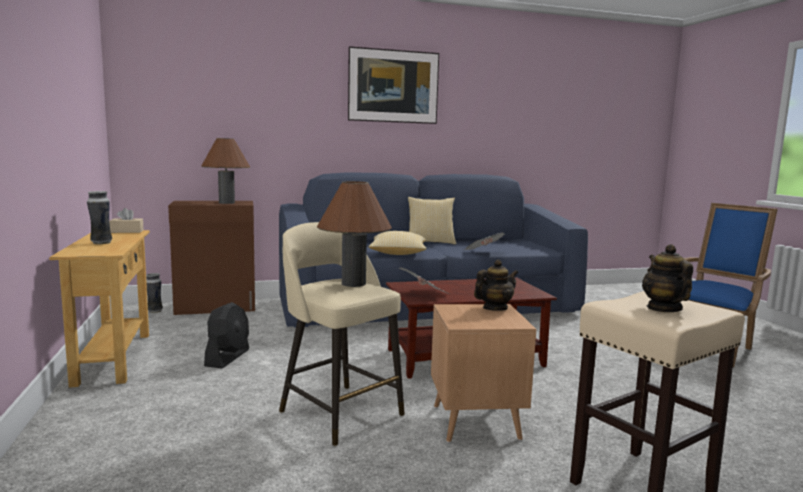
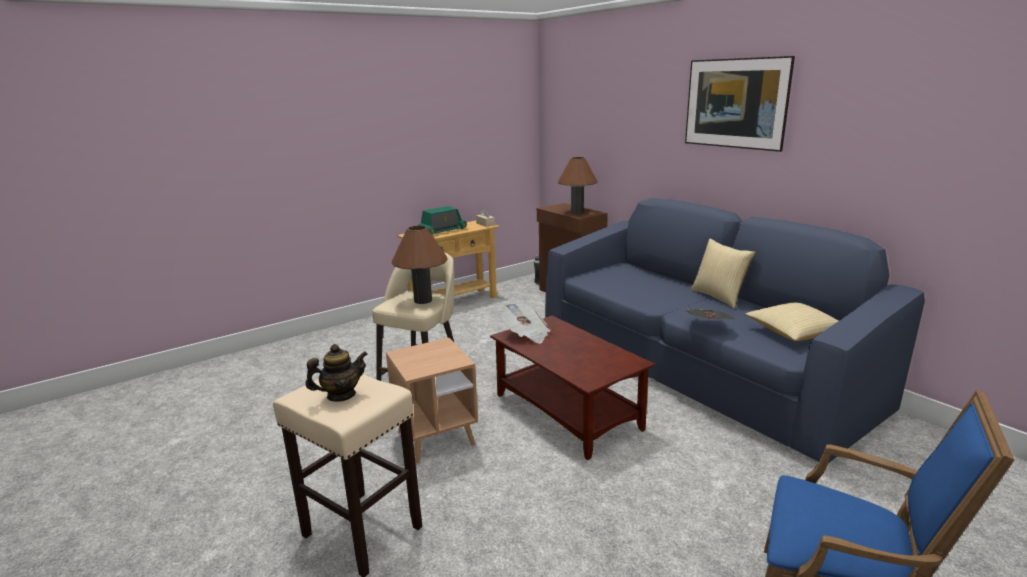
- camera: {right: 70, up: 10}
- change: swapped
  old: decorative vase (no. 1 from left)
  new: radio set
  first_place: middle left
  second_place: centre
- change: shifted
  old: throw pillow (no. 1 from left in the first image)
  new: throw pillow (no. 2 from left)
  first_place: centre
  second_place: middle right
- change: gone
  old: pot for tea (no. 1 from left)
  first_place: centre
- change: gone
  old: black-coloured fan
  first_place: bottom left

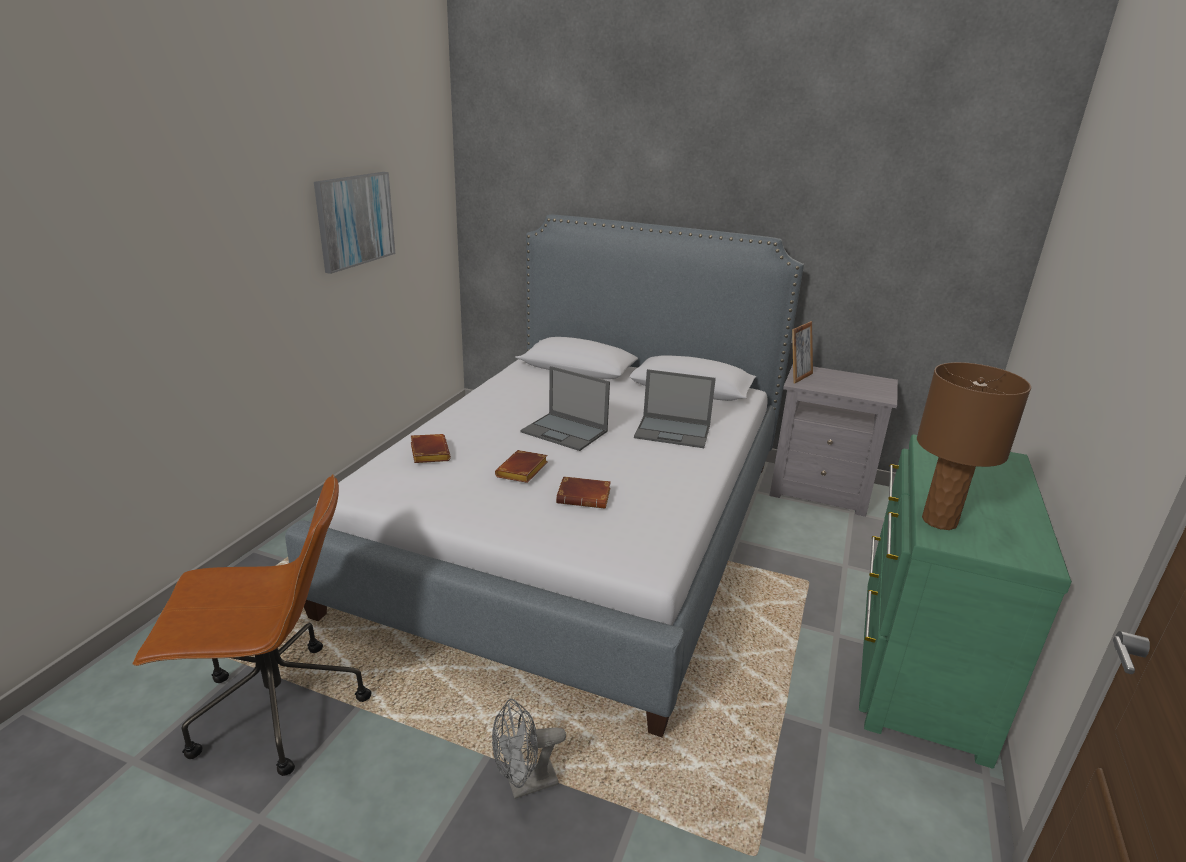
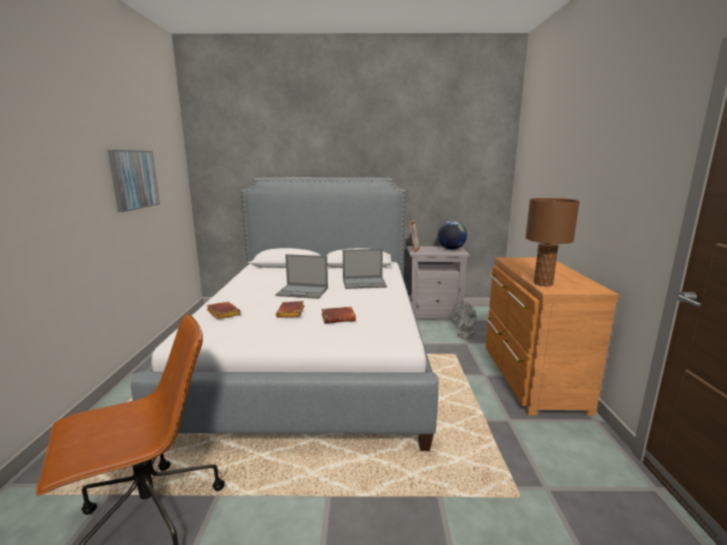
- camera: {right: -20, up: -10}
- change: repainted
  old: greenish drawer chest
  new: brownish drawer chest
  first_place: bottom right
  second_place: middle right
- change: shifted
  old: grey fan
  first_place: bottom centre
  second_place: centre
- change: new
  new: globe
  second_place: centre

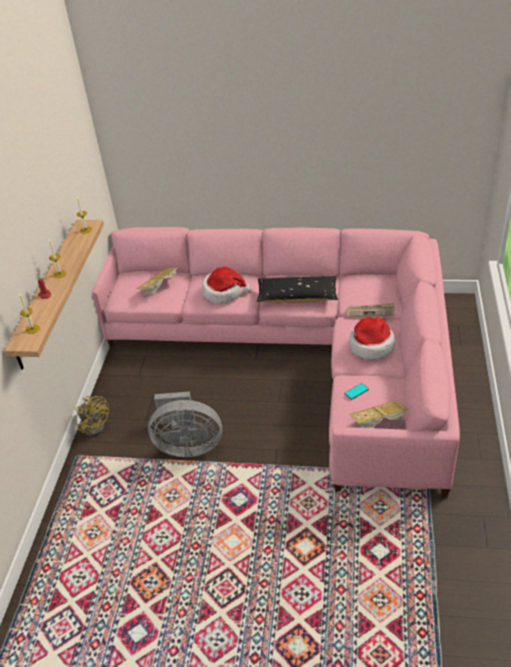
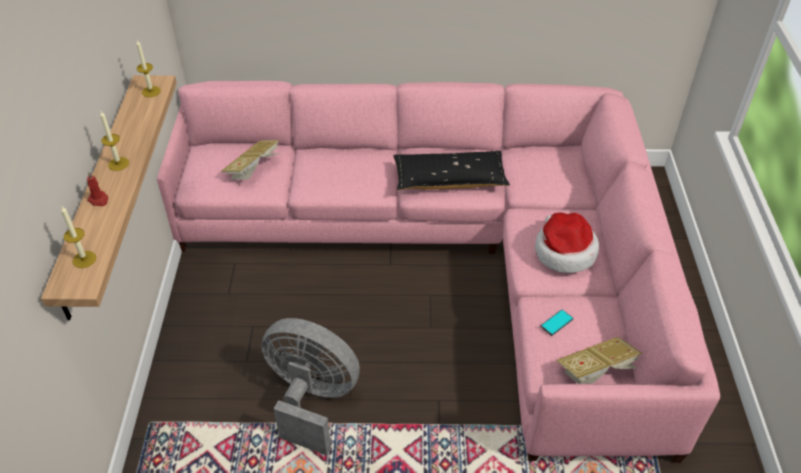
- camera: {right: -10, up: 5}
- change: gone
  old: clothing hat (no. 1 from left)
  first_place: centre
- change: gone
  old: daily paper
  first_place: middle right
- change: rotated
  old: grey fan
  first_place: centre
  second_place: bottom centre
  degrees: -150
- change: gone
  old: yellow fan
  first_place: middle left

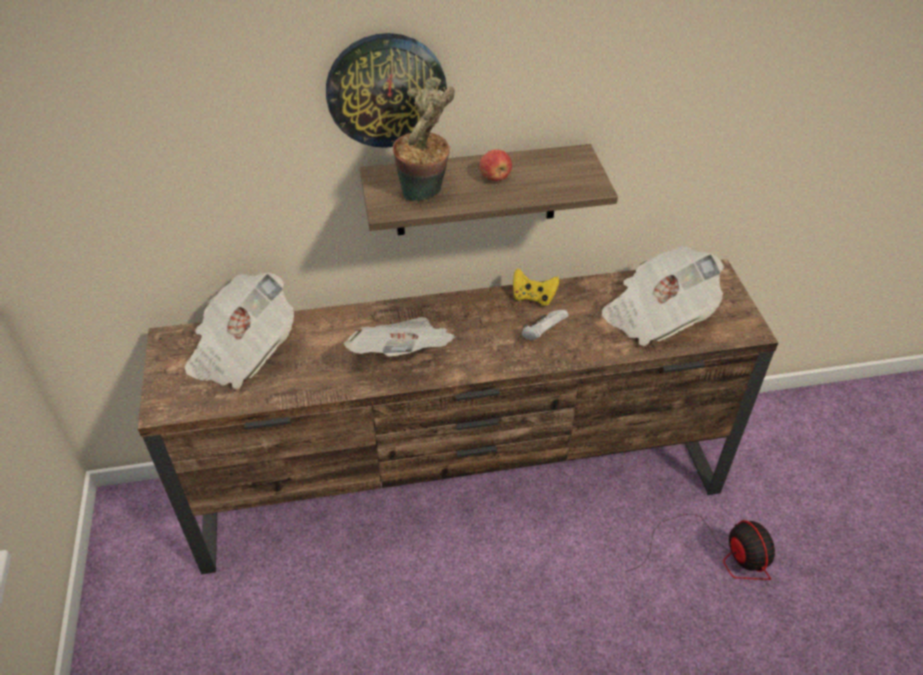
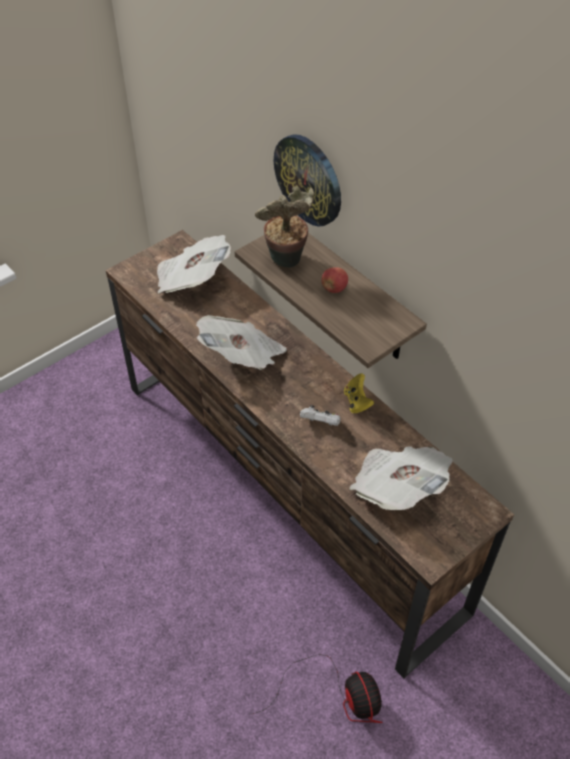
- camera: {right: 60, up: 5}
- change: rotated
  old: fan
  first_place: bottom right
  second_place: bottom centre
  degrees: -60

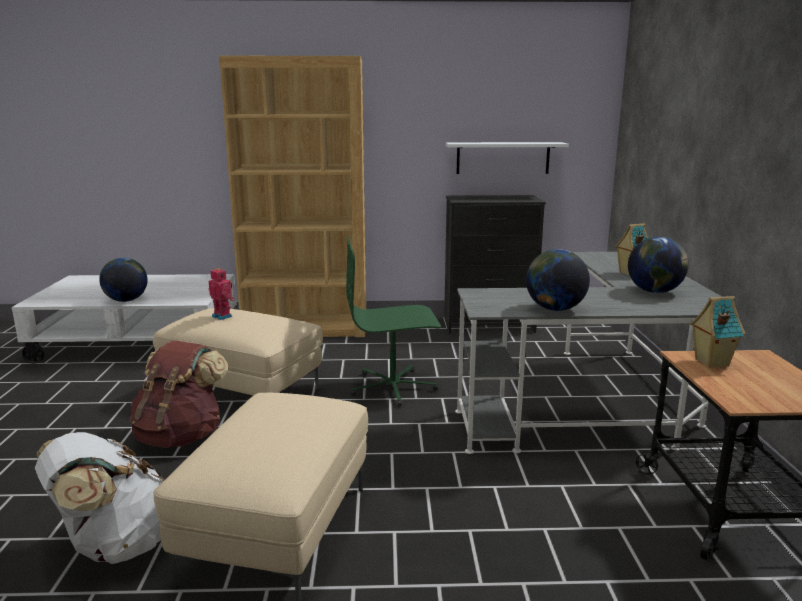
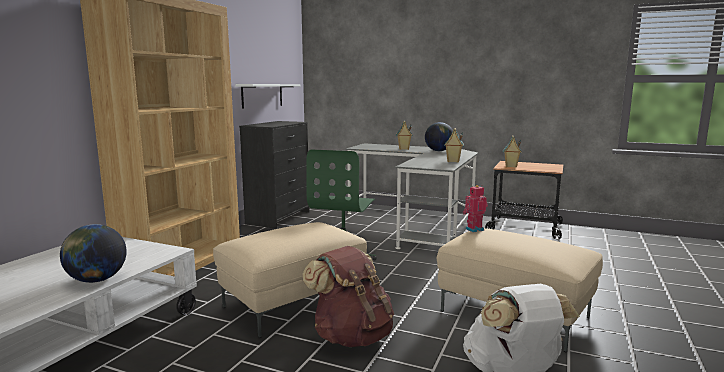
- camera: {right: -65, up: -5}
- change: swapped
  old: globe (no. 2 from left)
  new: miniature house (no. 2 from left)
  first_place: middle right
  second_place: centre
- change: shifted
  old: toy robot
  first_place: middle left
  second_place: centre

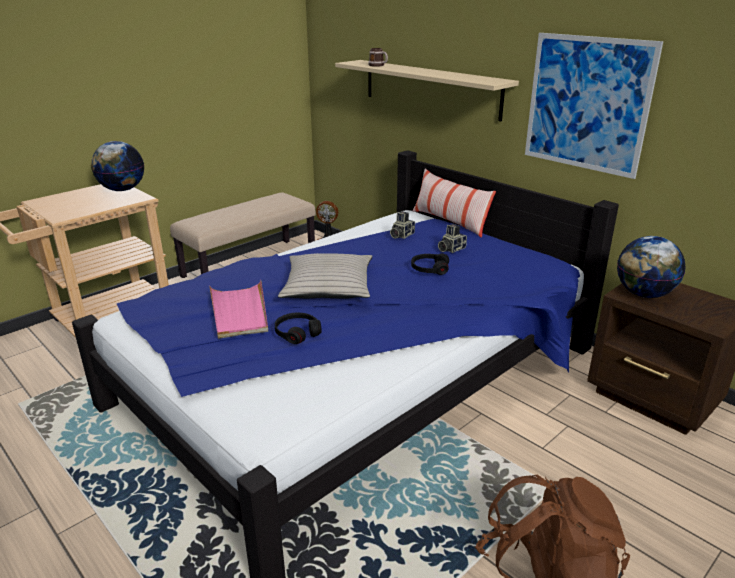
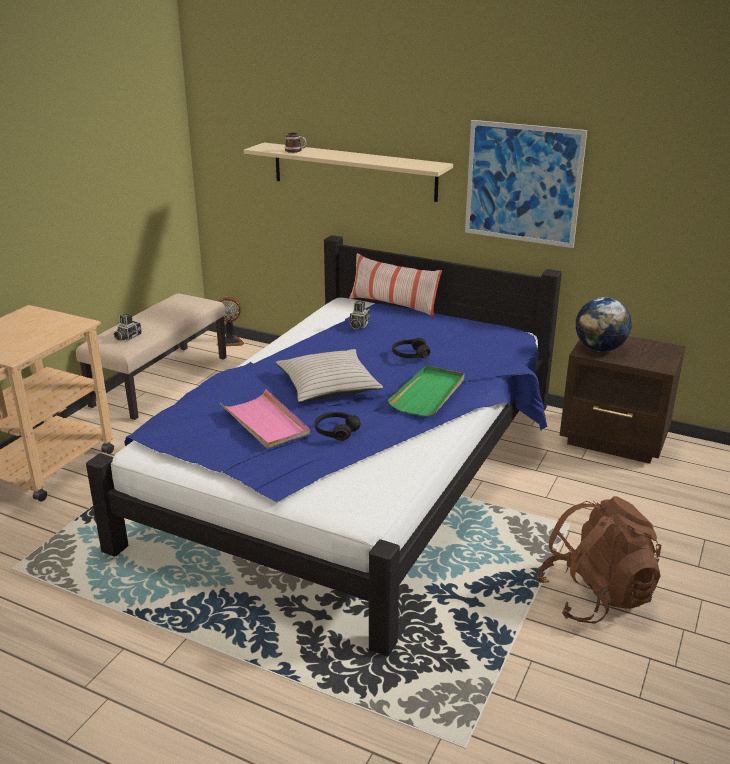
- camera: {right: -20, up: 0}
- change: gone
  old: globe (no. 1 from left)
  first_place: top left
- change: shifted
  old: photo camera (no. 2 from left in the first image)
  new: photo camera (no. 1 from left)
  first_place: centre
  second_place: middle left
- change: new
  new: greenish carrying tray
  second_place: centre

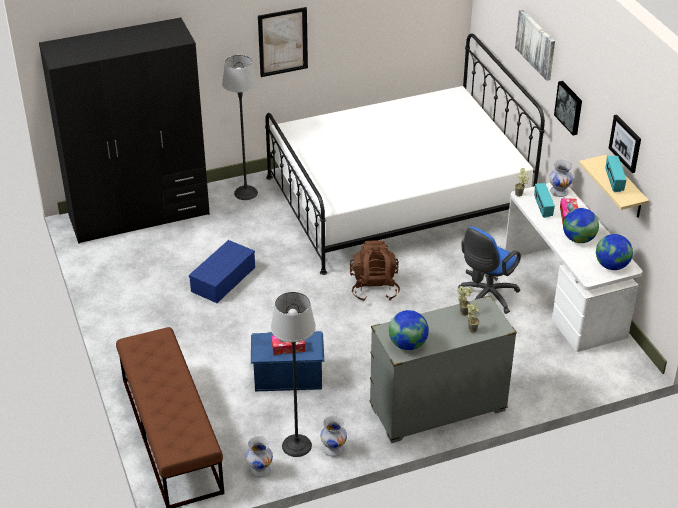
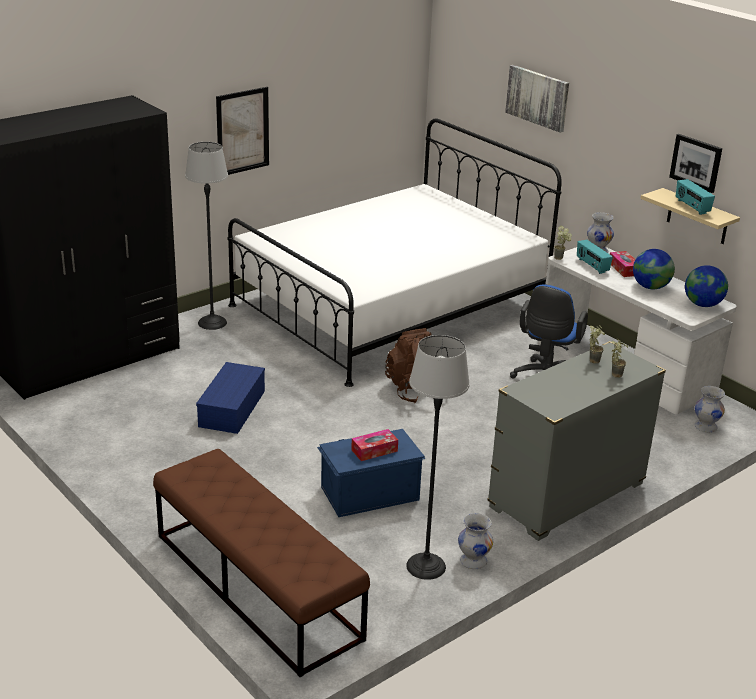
- camera: {right: -20, up: -10}
- change: gone
  old: wall picture (no. 3 from left)
  first_place: top right
- change: gone
  old: globe (no. 1 from left)
  first_place: centre
- change: shifted
  old: white-coloured decorative vase (no. 1 from left in the first image)
  new: white-coloured decorative vase (no. 3 from left)
  first_place: bottom centre
  second_place: middle right

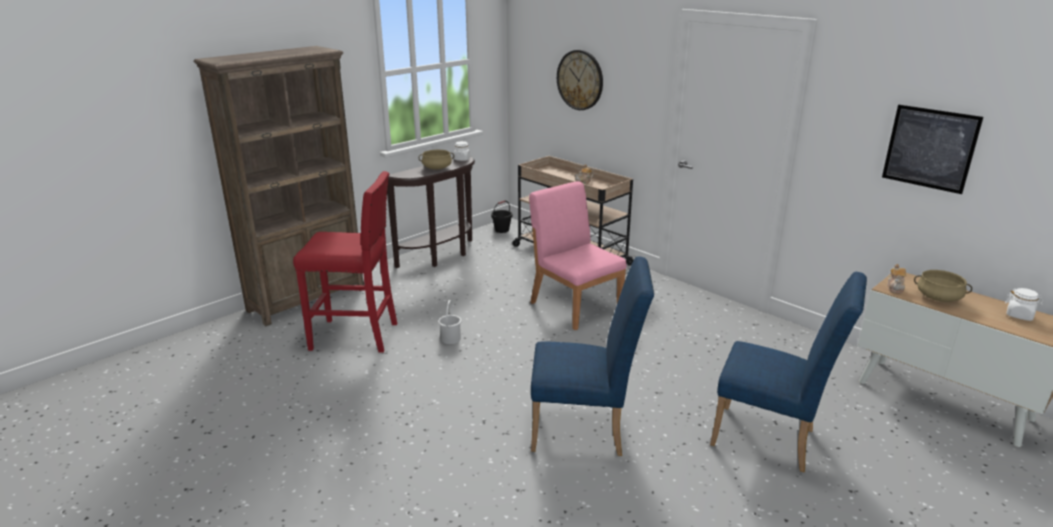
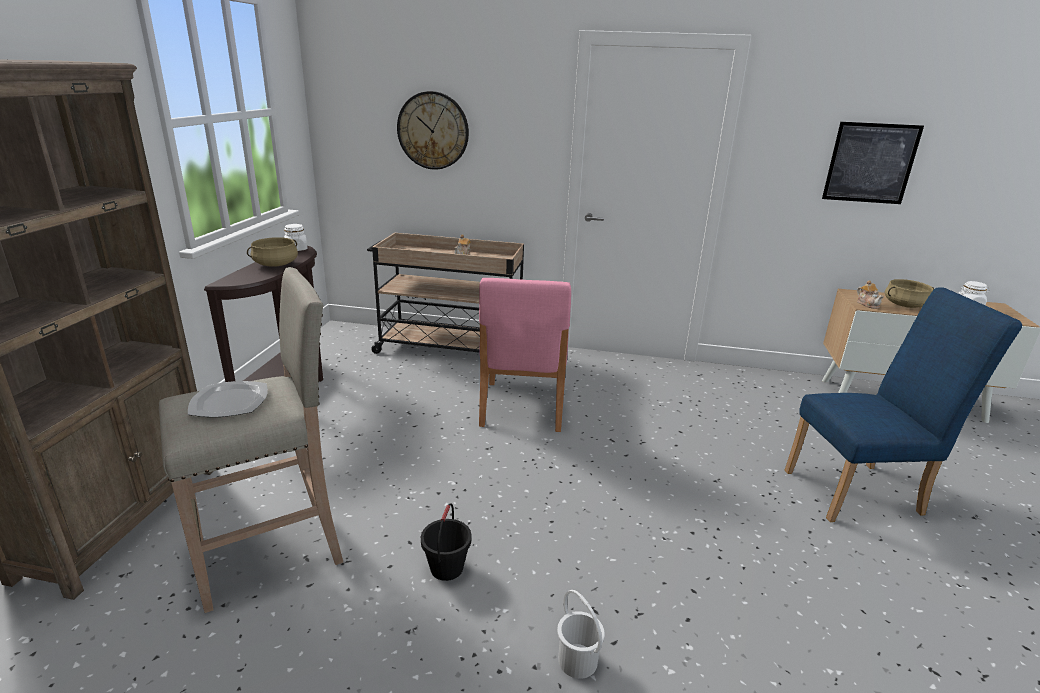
- camera: {right: -35, up: 0}
- change: repainted
  old: red sitting stool
  new: beige-coloured sitting stool
  first_place: middle left
  second_place: middle left
- change: rotated
  old: pink upright chair
  first_place: centre
  second_place: centre
  degrees: -105
- change: shifted
  old: black-coloured bucket
  first_place: centre
  second_place: bottom centre
- change: gone
  old: bluish upright chair (no. 1 from left)
  first_place: bottom centre
- change: shifted
  old: white-coloured bucket
  first_place: centre
  second_place: bottom centre
- change: new
  new: plate
  second_place: middle left

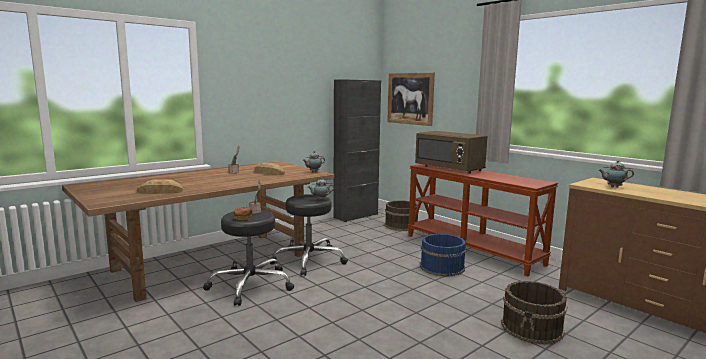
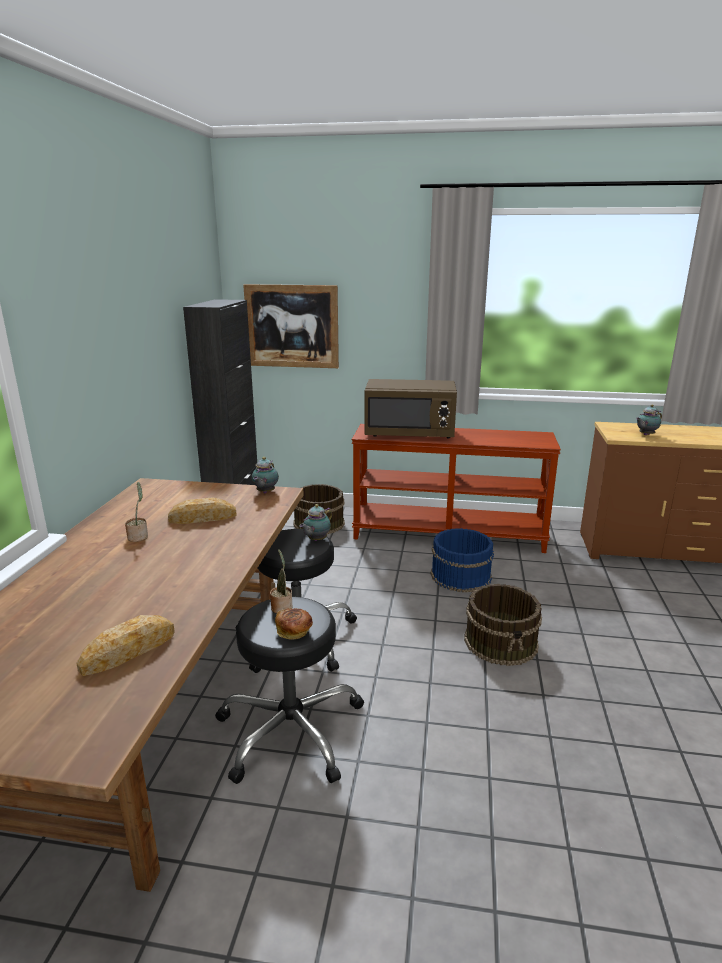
- camera: {right: -40, up: 10}
- change: shifted
  old: brownish bucket (no. 2 from left)
  first_place: bottom right
  second_place: middle right

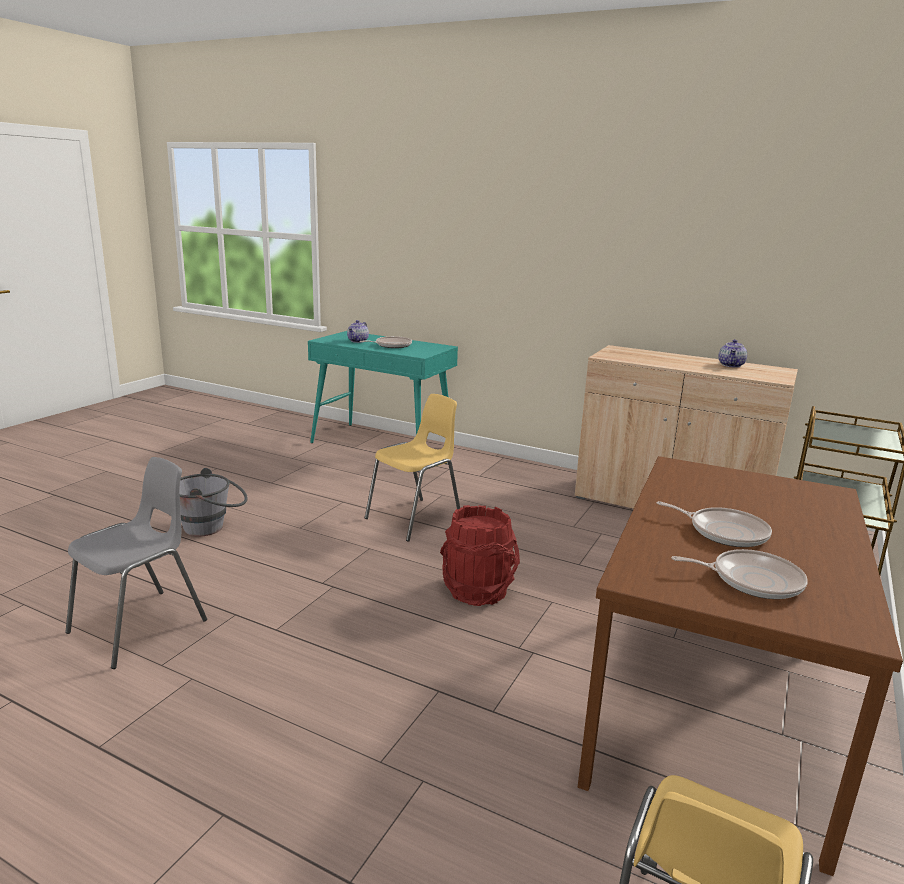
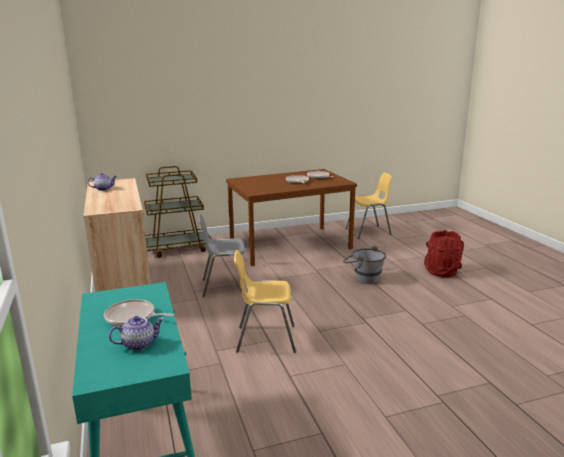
- camera: {right: -135, up: 0}
- change: shifted
  old: grey upright chair
  first_place: middle left
  second_place: centre
- change: shifted
  old: grey bucket
  first_place: middle left
  second_place: centre
- change: shifted
  old: red bucket
  first_place: centre
  second_place: middle right

